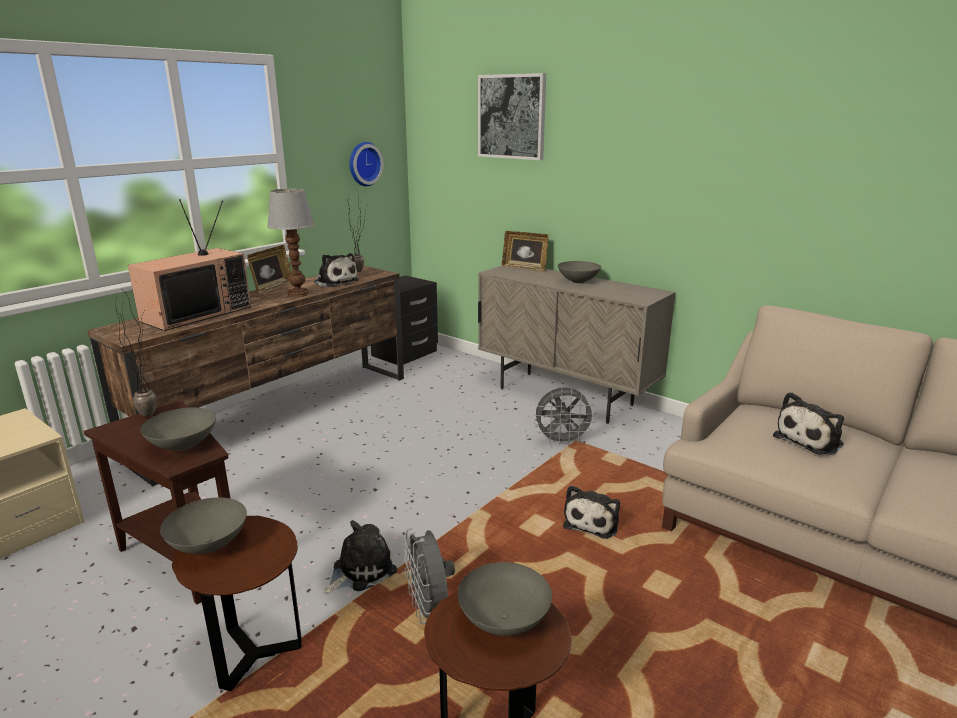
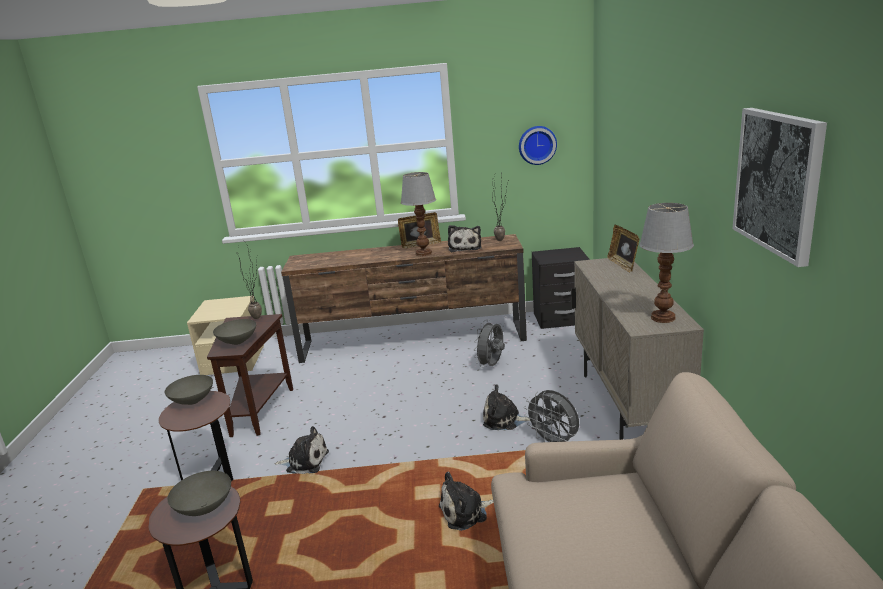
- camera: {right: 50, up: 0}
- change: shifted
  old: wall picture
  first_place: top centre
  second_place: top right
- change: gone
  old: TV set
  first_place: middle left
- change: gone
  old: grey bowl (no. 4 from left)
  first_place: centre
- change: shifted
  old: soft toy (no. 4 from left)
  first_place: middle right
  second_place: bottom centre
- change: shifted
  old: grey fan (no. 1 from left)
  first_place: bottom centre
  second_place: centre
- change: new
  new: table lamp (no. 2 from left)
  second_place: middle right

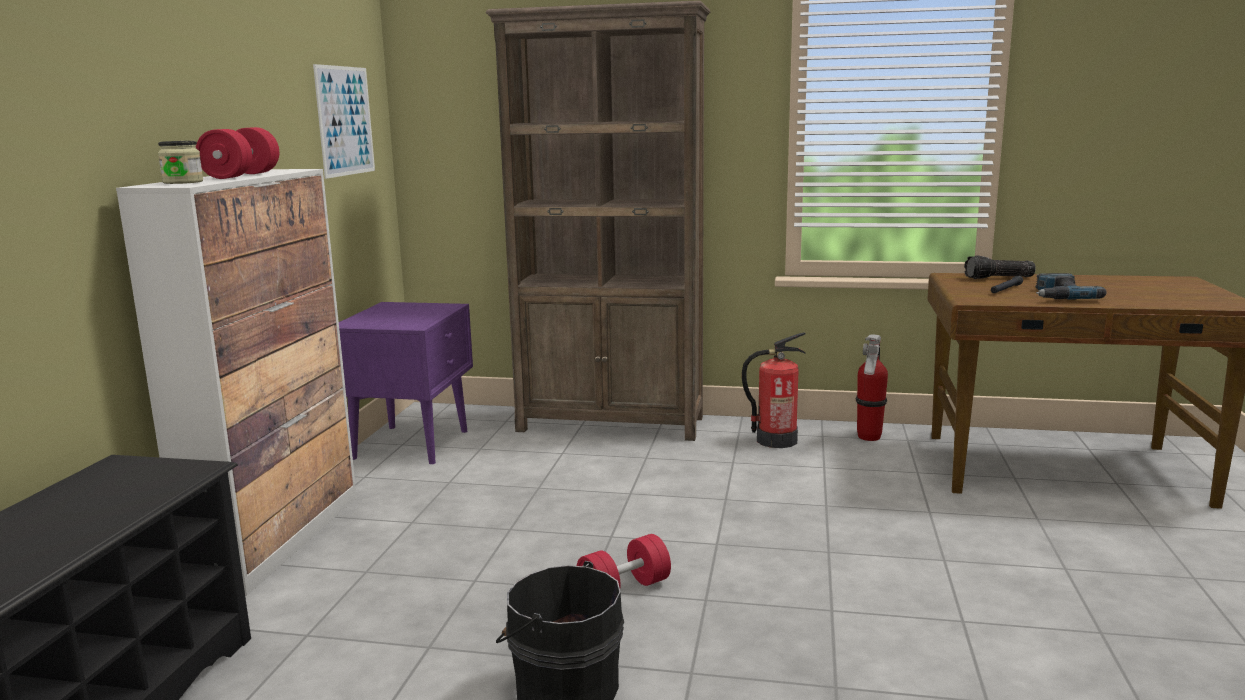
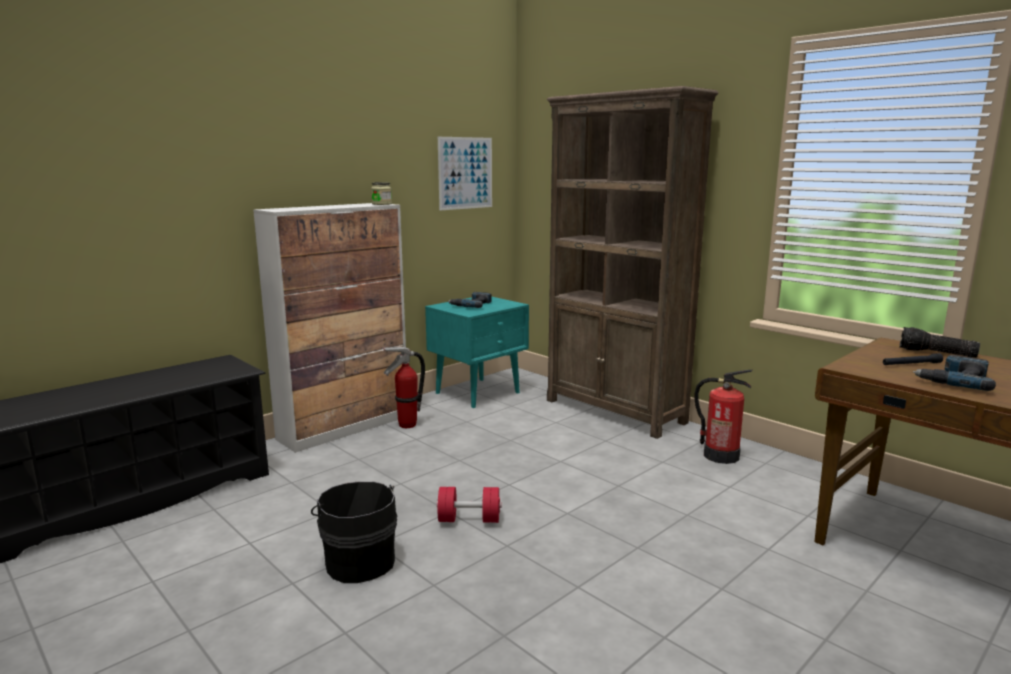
- camera: {right: 35, up: 0}
- change: gone
  old: red dumbbell (no. 1 from left)
  first_place: top left
- change: shifted
  old: storage jar
  first_place: top left
  second_place: top centre
- change: repainted
  old: purple-coloured nightstand
  new: blue-green nightstand
  first_place: middle left
  second_place: centre
- change: shifted
  old: extinguisher (no. 2 from left in the first image)
  new: extinguisher (no. 1 from left)
  first_place: middle right
  second_place: centre
- change: new
  new: electric drill (no. 1 from left)
  second_place: centre

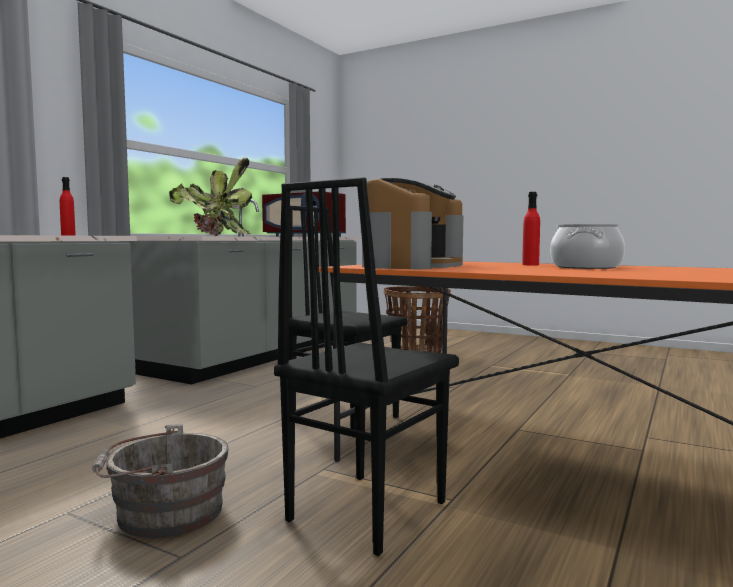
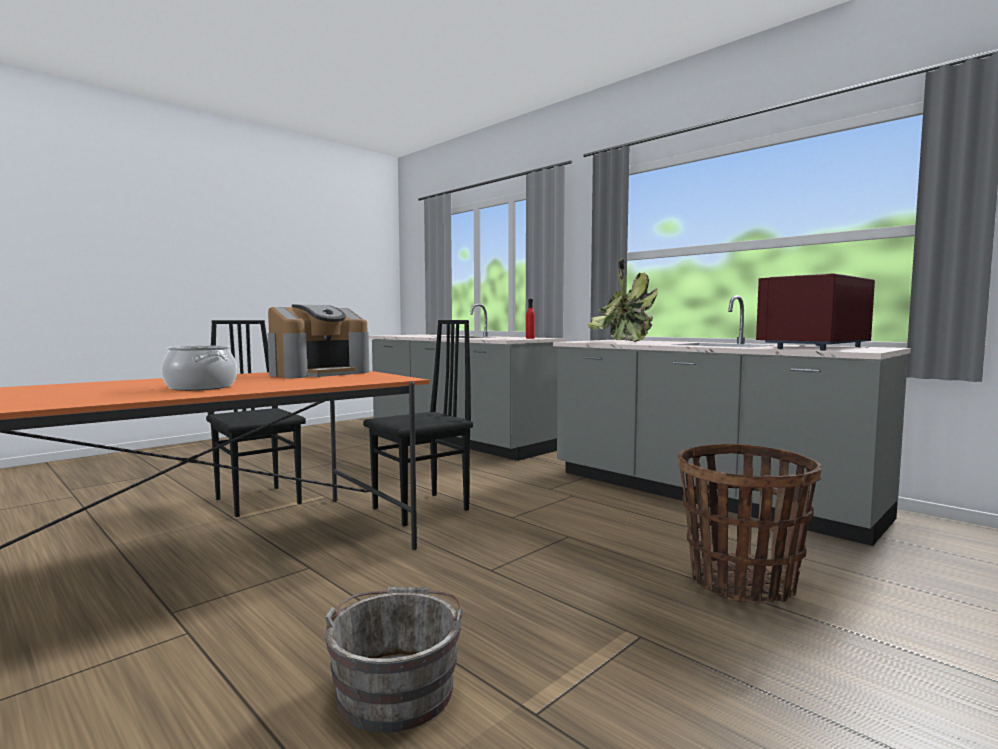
- camera: {right: 105, up: 0}
- change: rotated
  old: coffee machine
  first_place: centre
  second_place: middle left
  degrees: -90
- change: gone
  old: red beverage bottle (no. 2 from left)
  first_place: middle right
- change: shifted
  old: grey bucket
  first_place: bottom left
  second_place: bottom centre

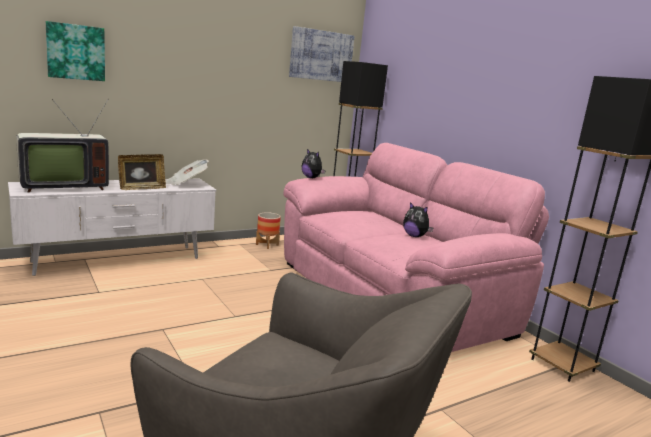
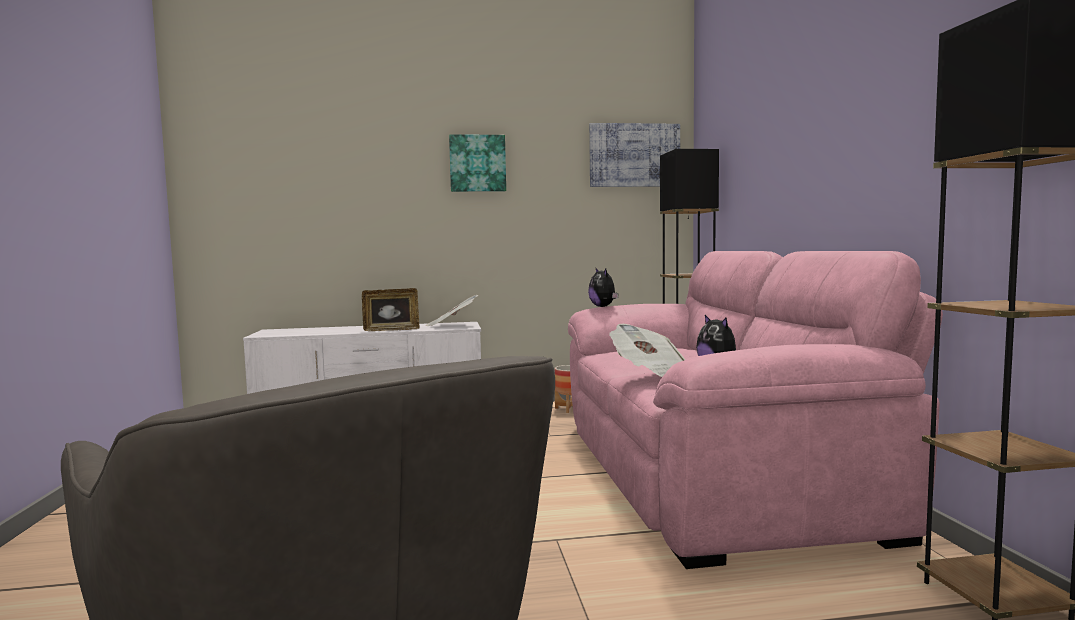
- camera: {right: 25, up: -10}
- change: shifted
  old: wall picture (no. 1 from left)
  first_place: top left
  second_place: top centre
- change: gone
  old: TV set
  first_place: middle left
- change: new
  new: daily paper (no. 2 from left)
  second_place: centre

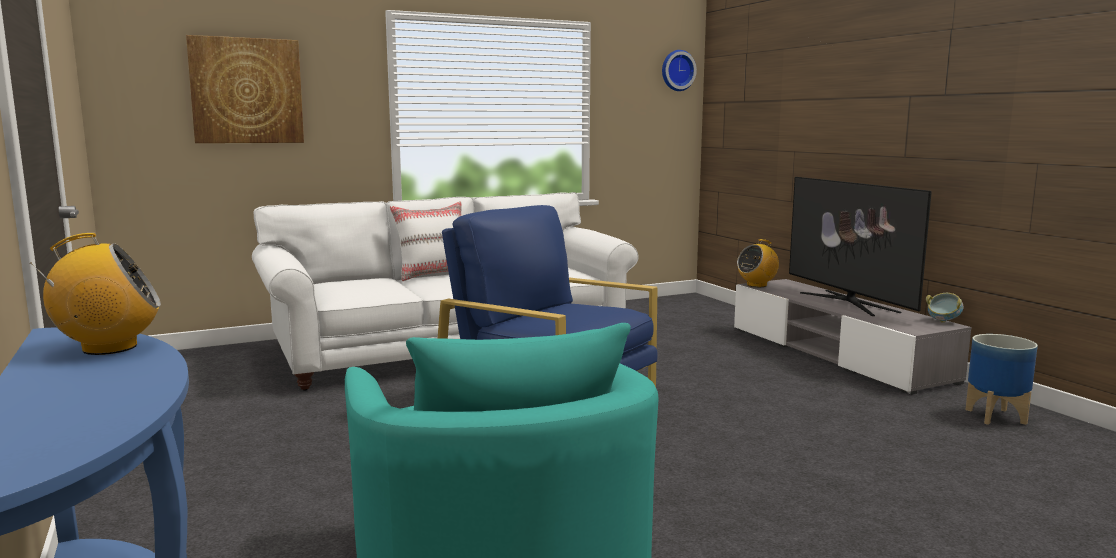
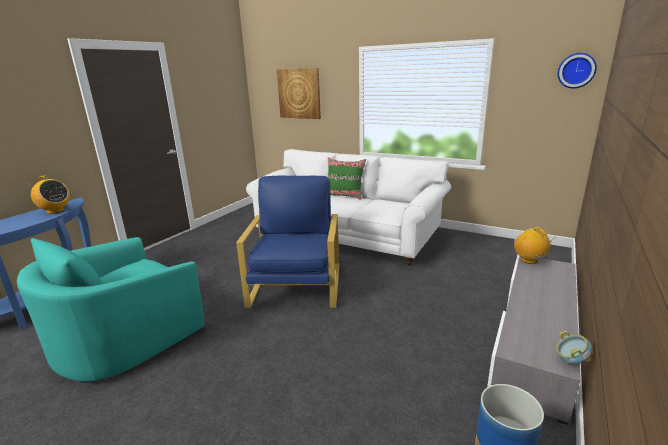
- camera: {right: 55, up: 10}
- change: gone
  old: TV set
  first_place: middle right
- change: repainted
  old: white-coloured throw pillow
  new: greenish throw pillow
  first_place: centre
  second_place: centre
- change: rotated
  old: radio set (no. 2 from left)
  first_place: middle right
  second_place: middle right
  degrees: 45

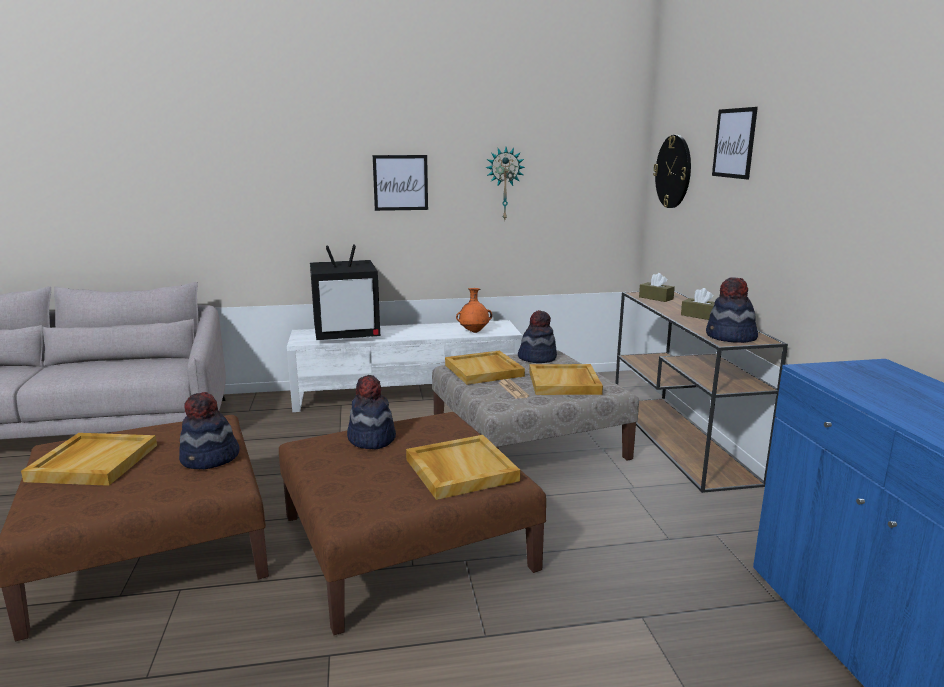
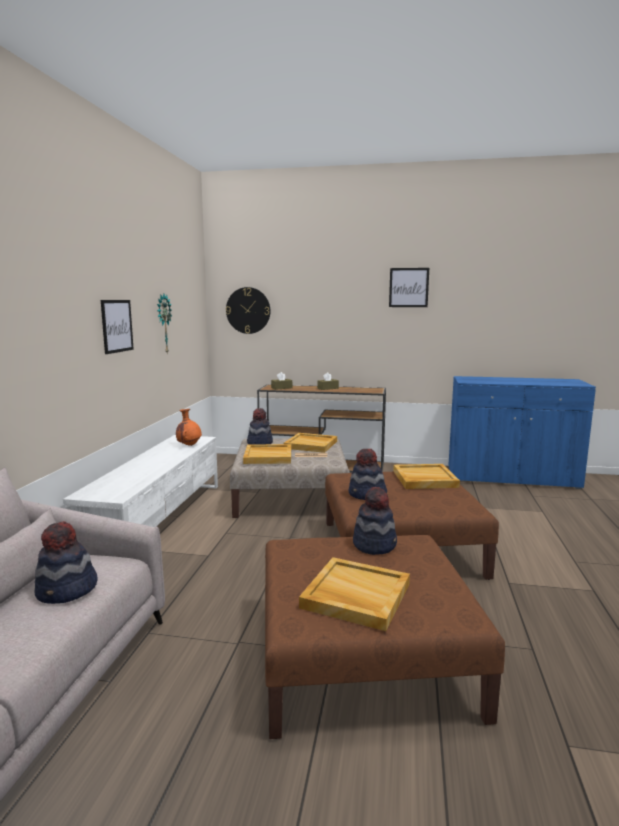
- camera: {right: -70, up: -5}
- change: shifted
  old: wall picture (no. 2 from left)
  first_place: top right
  second_place: centre
- change: gone
  old: TV set
  first_place: centre
- change: shifted
  old: clothing hat (no. 4 from left in the first image)
  new: clothing hat (no. 1 from left)
  first_place: middle right
  second_place: bottom left

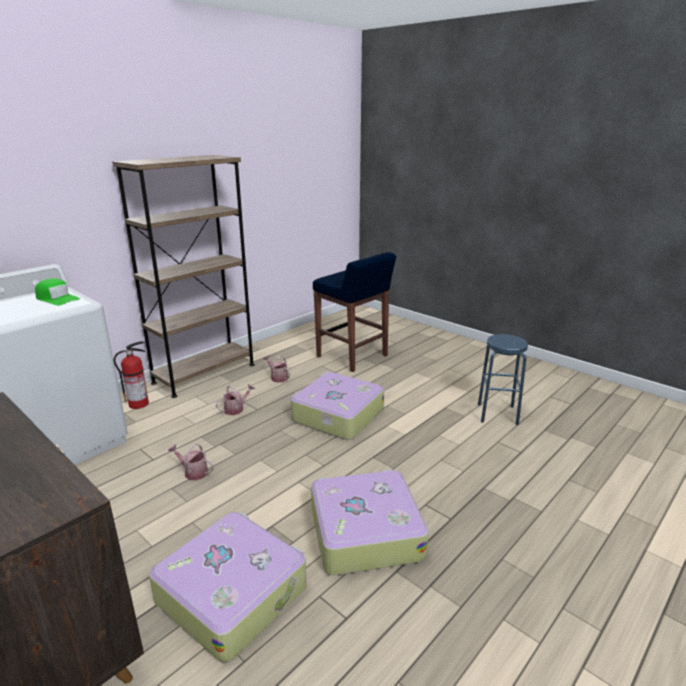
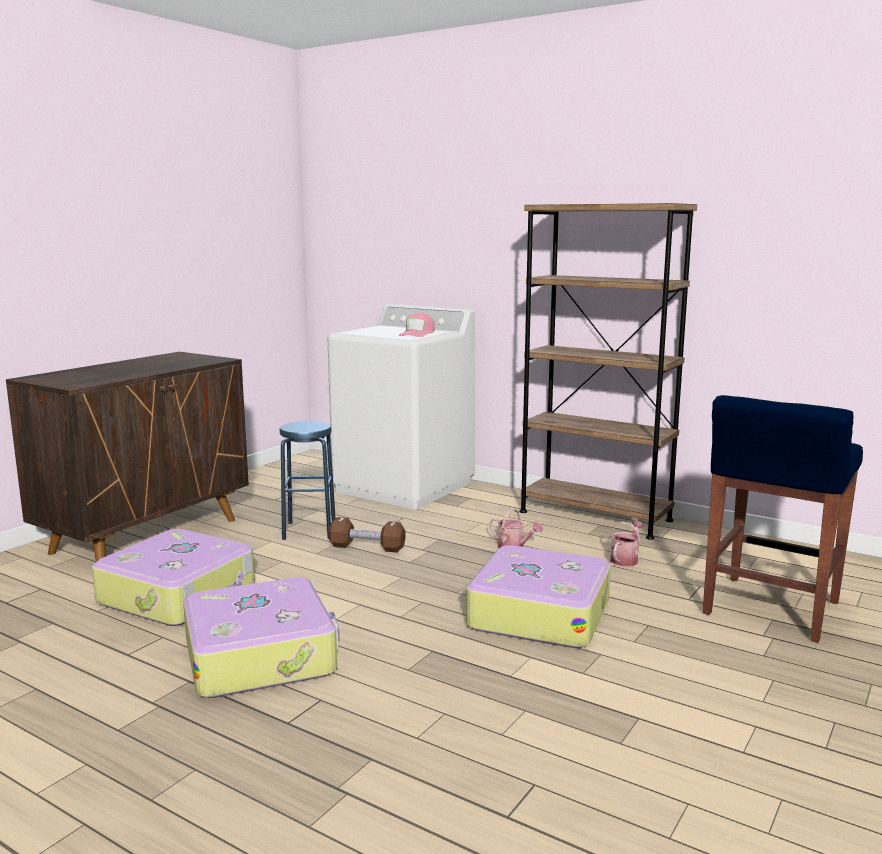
- camera: {right: 80, up: -10}
- change: repainted
  old: greenish peaked cap
  new: pink peaked cap
  first_place: middle left
  second_place: centre
- change: shifted
  old: bluish sitting stool (no. 2 from left in the first image)
  new: bluish sitting stool (no. 1 from left)
  first_place: middle right
  second_place: centre
- change: gone
  old: extinguisher
  first_place: middle left
- change: swapped
  old: sprinkling can (no. 1 from left)
  new: brownish dumbbell
  first_place: bottom left
  second_place: centre

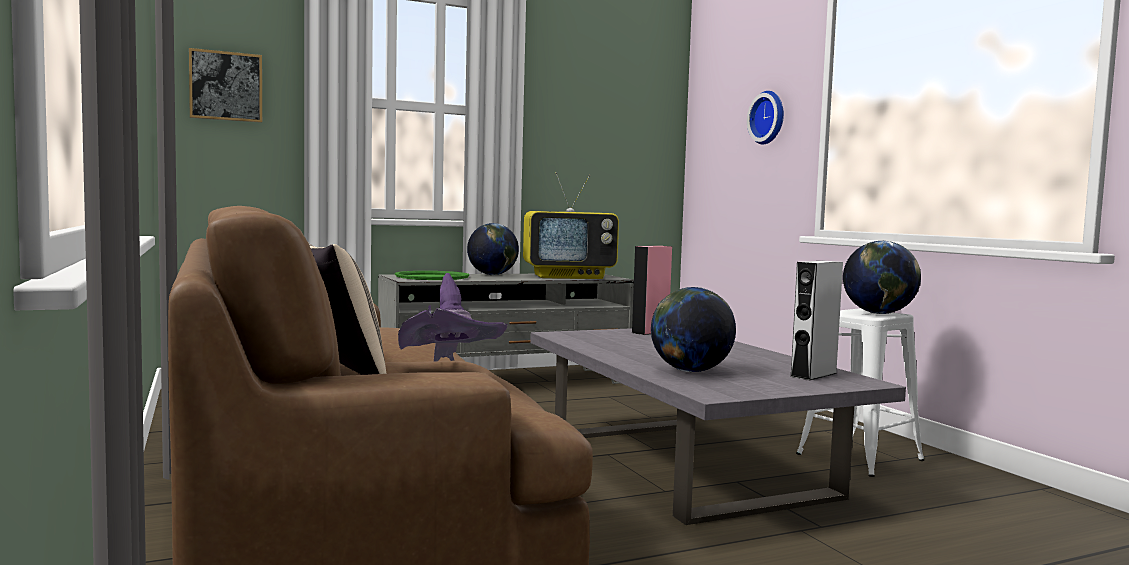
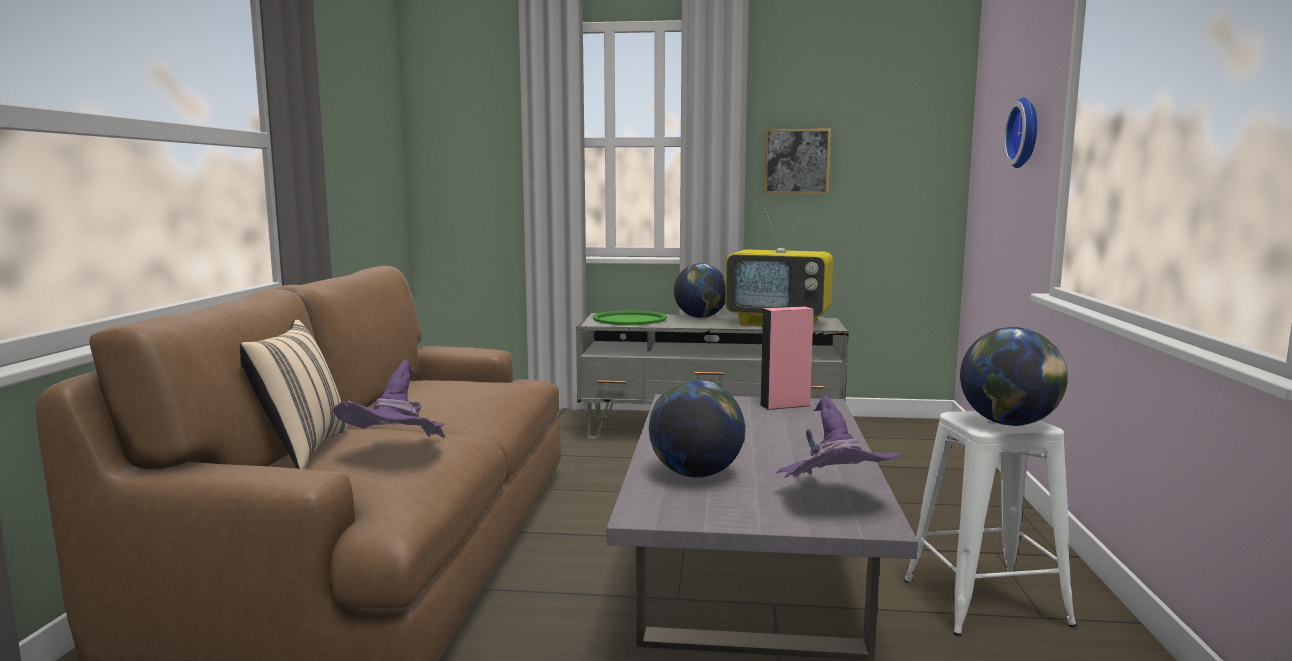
- camera: {right: 30, up: 5}
- change: shifted
  old: wall picture
  first_place: top left
  second_place: top centre
- change: swapped
  old: grey speaker
  new: purple-coloured clothing hat (no. 2 from left)
  first_place: middle right
  second_place: centre

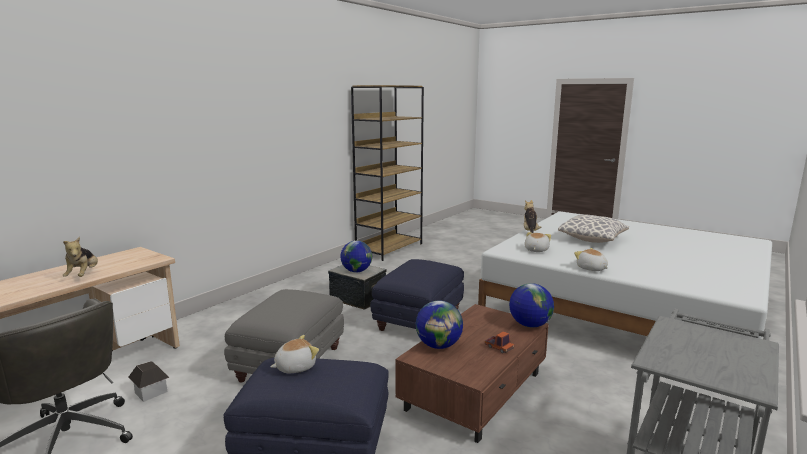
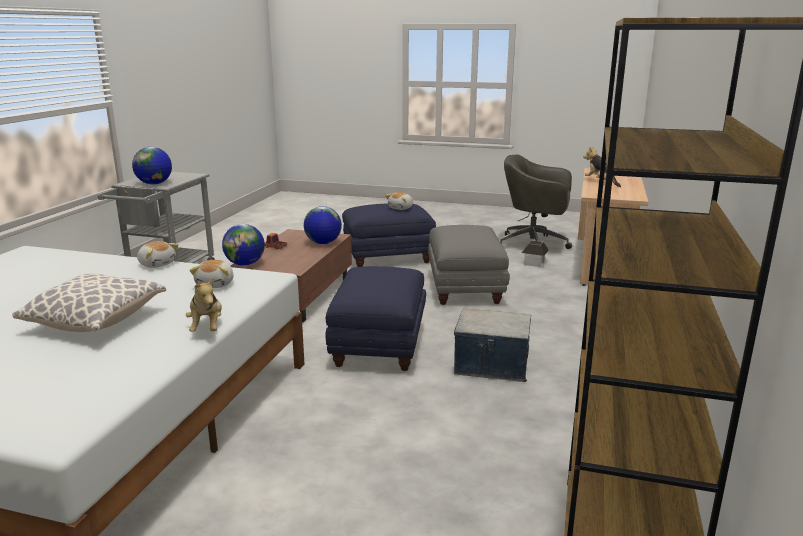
- camera: {right: 160, up: 5}
- change: shifted
  old: globe (no. 1 from left)
  first_place: centre
  second_place: top left

